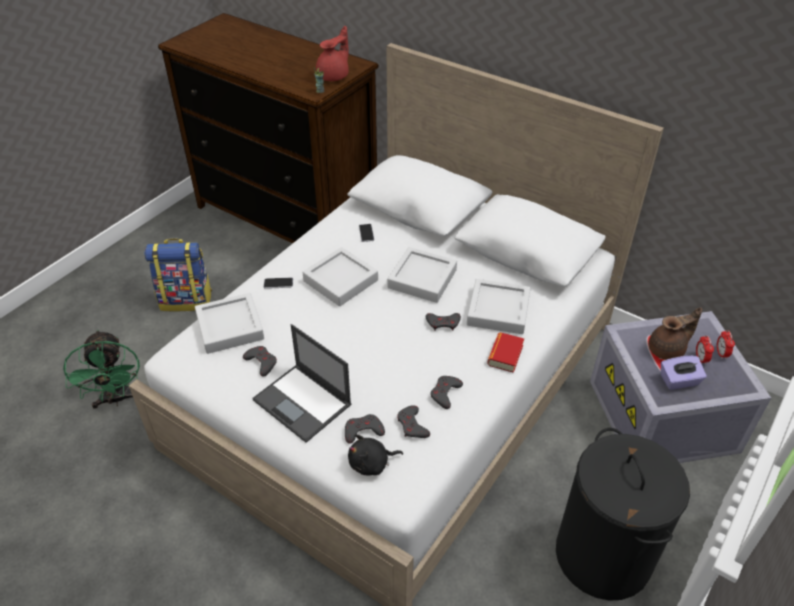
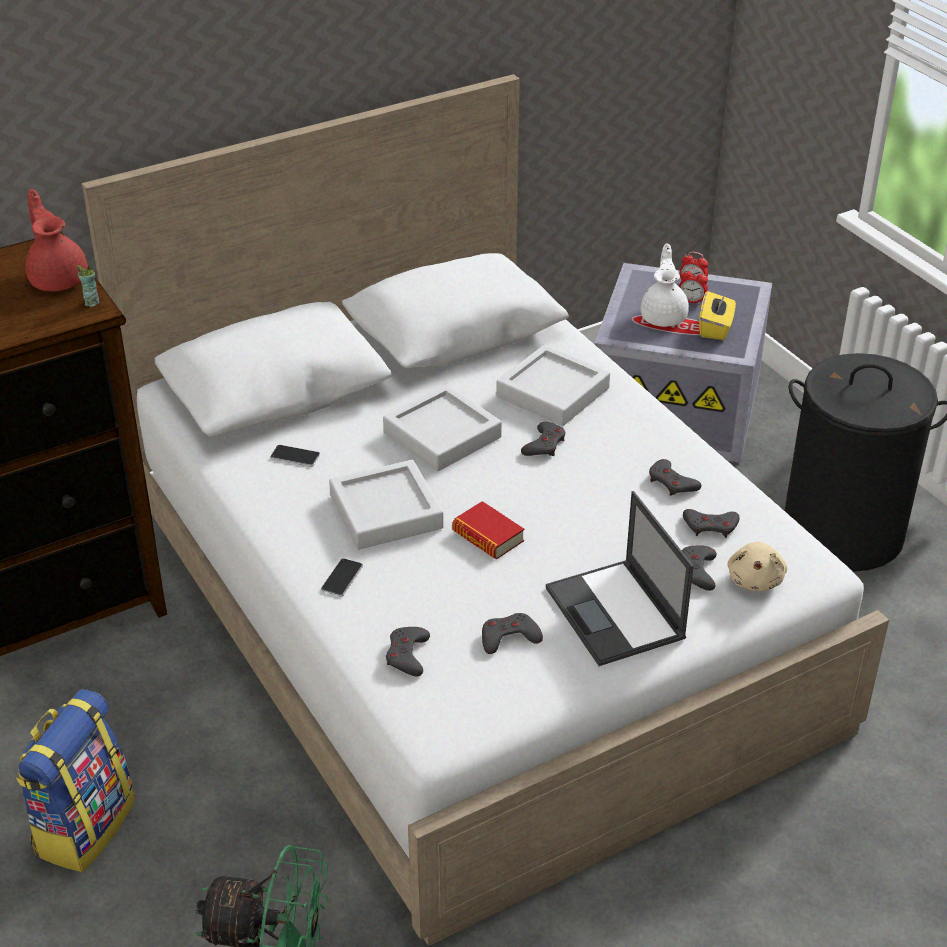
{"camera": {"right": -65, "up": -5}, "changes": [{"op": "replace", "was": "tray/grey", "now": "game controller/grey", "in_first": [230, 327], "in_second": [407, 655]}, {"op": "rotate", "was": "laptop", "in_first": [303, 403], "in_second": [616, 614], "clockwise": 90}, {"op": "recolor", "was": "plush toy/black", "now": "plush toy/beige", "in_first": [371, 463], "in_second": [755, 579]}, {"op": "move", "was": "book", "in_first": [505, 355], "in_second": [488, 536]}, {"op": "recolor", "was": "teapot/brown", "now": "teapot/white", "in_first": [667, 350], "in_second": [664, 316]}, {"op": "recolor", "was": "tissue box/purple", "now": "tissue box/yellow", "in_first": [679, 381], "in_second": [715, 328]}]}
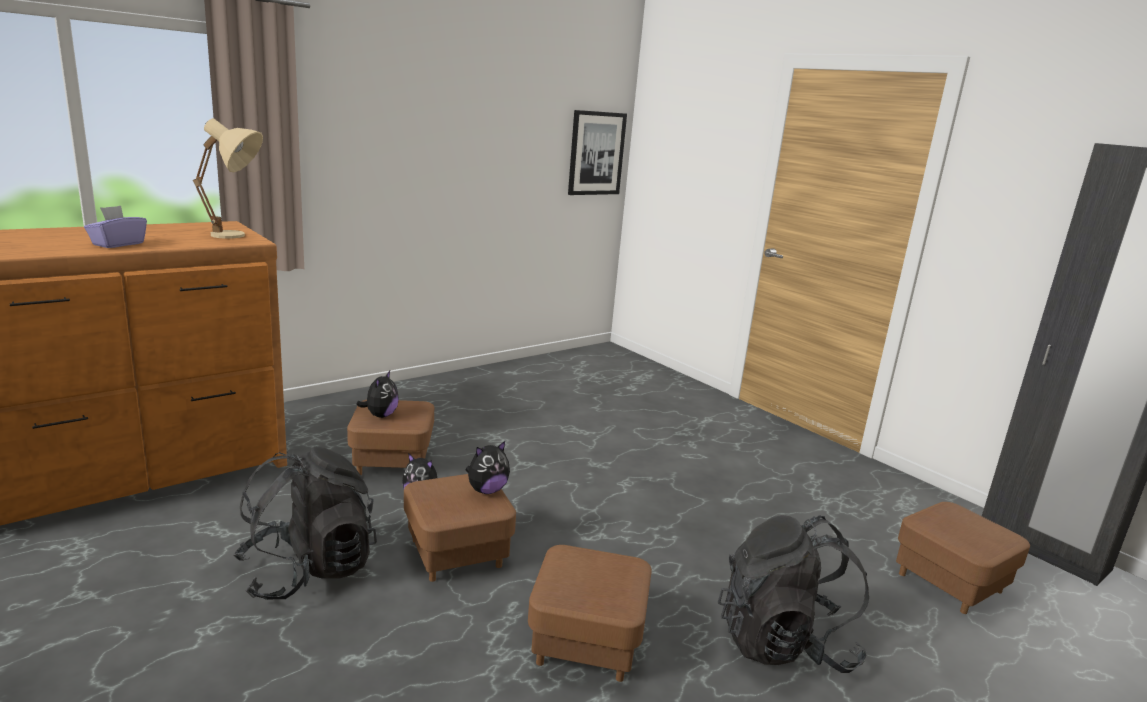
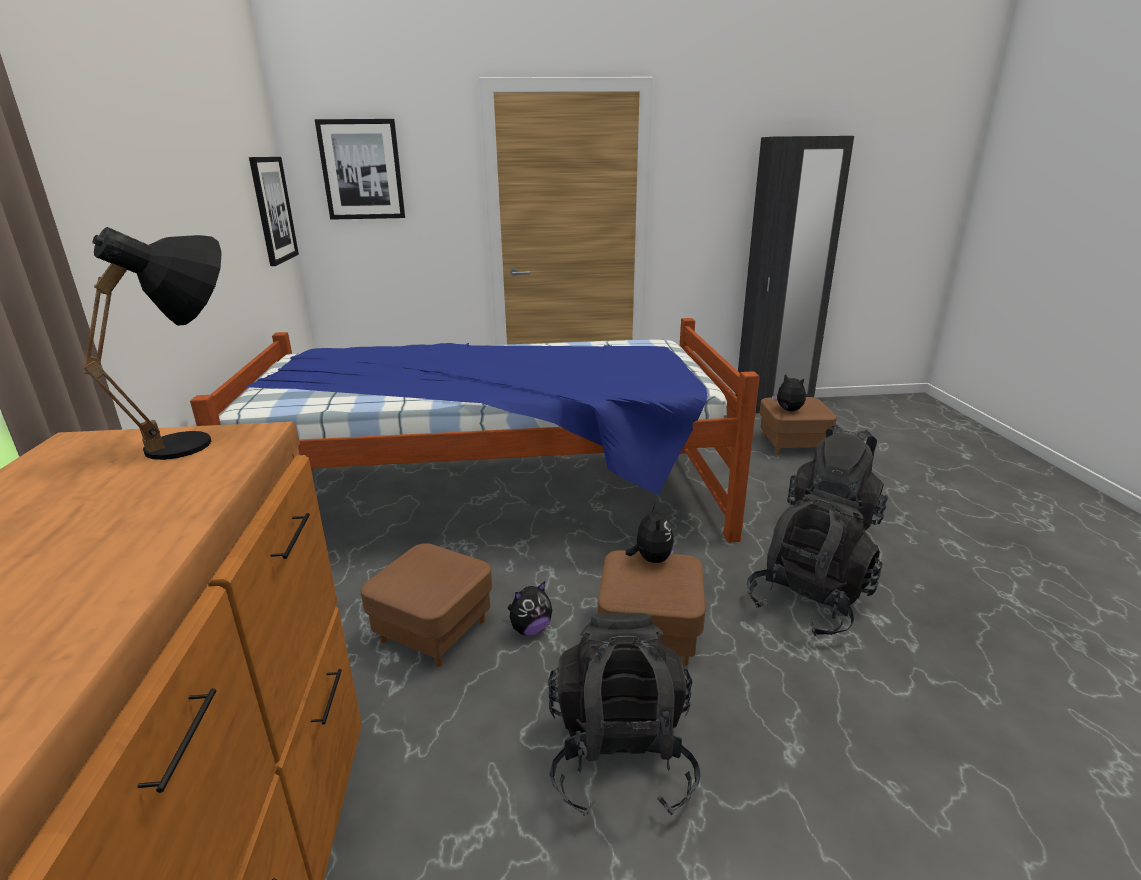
{"camera": {"right": -55, "up": 5}, "changes": [{"op": "delete", "was": "tissue box/purple", "in_first": [118, 244]}, {"op": "recolor", "was": "table lamp/beige", "now": "table lamp/black", "in_first": [237, 237], "in_second": [203, 440]}, {"op": "move", "was": "plush toy", "in_first": [380, 415], "in_second": [788, 410]}, {"op": "replace", "was": "ottoman/brown", "now": "backpack/black", "in_first": [586, 642], "in_second": [808, 602]}, {"op": "insert", "now": "bed", "in_second": [498, 503]}, {"op": "insert", "now": "picture", "in_second": [362, 170]}]}
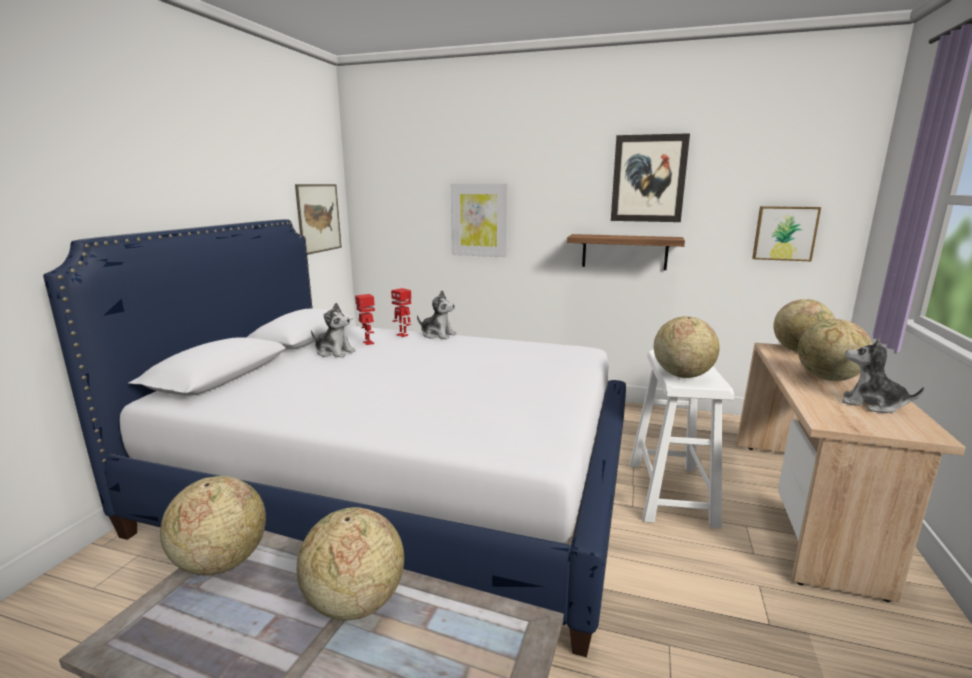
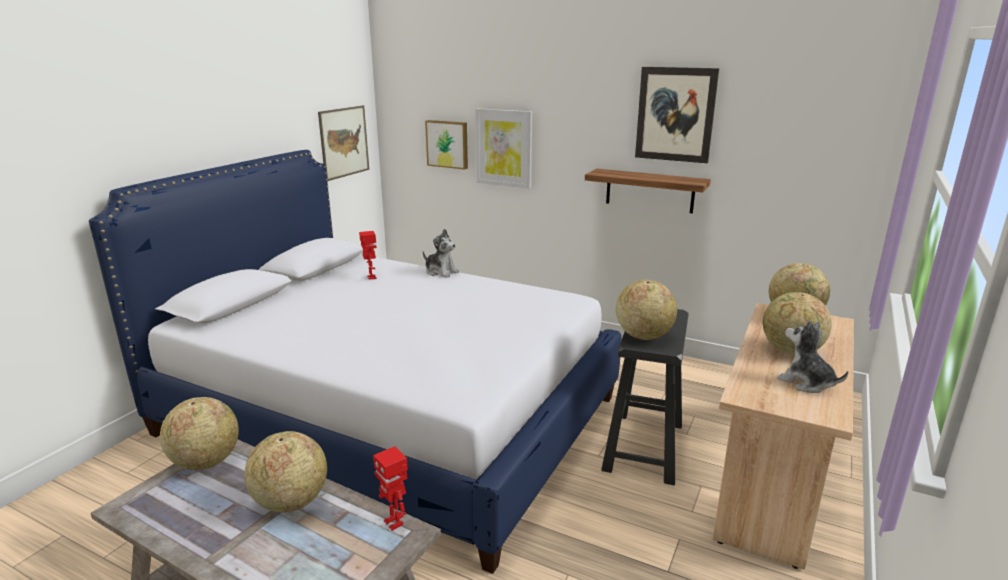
{"camera": {"right": 10, "up": 5}, "changes": [{"op": "delete", "was": "plush toy", "in_first": [334, 352]}, {"op": "move", "was": "toy robot", "in_first": [403, 335], "in_second": [394, 522]}, {"op": "recolor", "was": "stool/white", "now": "stool/black", "in_first": [670, 492], "in_second": [644, 446]}, {"op": "move", "was": "picture", "in_first": [784, 233], "in_second": [448, 144]}]}
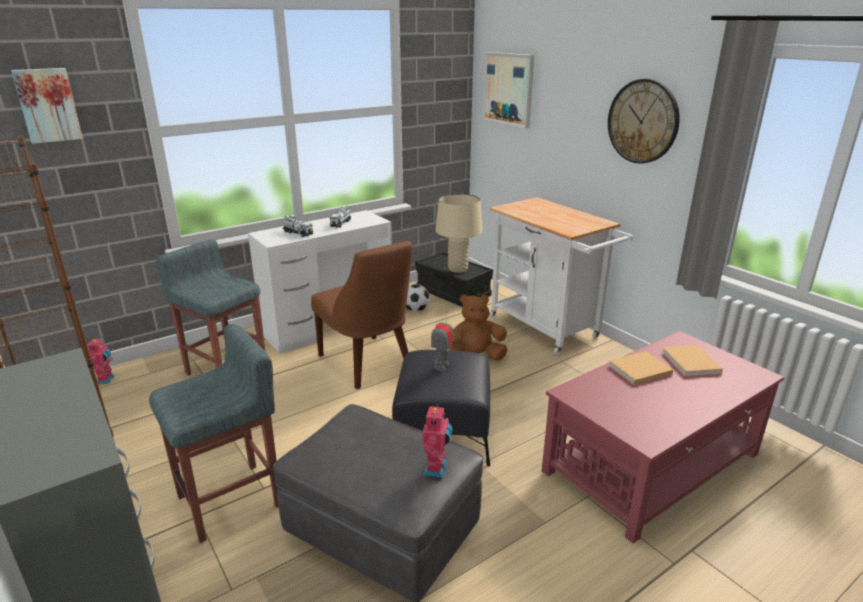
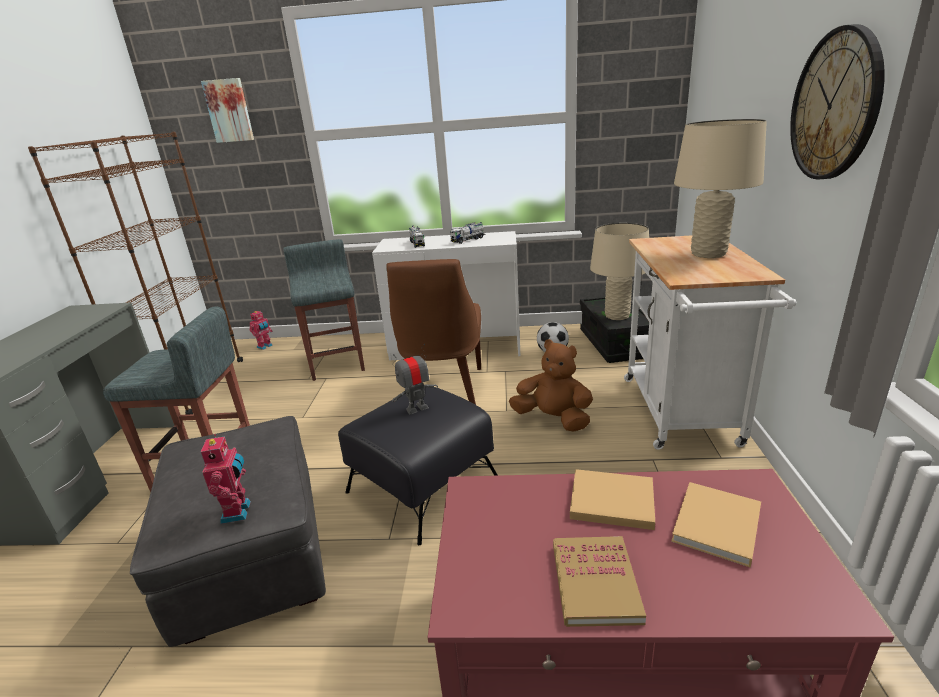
{"camera": {"right": 40, "up": 0}, "changes": [{"op": "rotate", "was": "toy robot", "in_first": [437, 469], "in_second": [238, 512], "clockwise": -60}, {"op": "delete", "was": "picture", "in_first": [508, 89]}, {"op": "insert", "now": "book", "in_second": [595, 582]}, {"op": "insert", "now": "table lamp/beige", "in_second": [708, 254]}]}
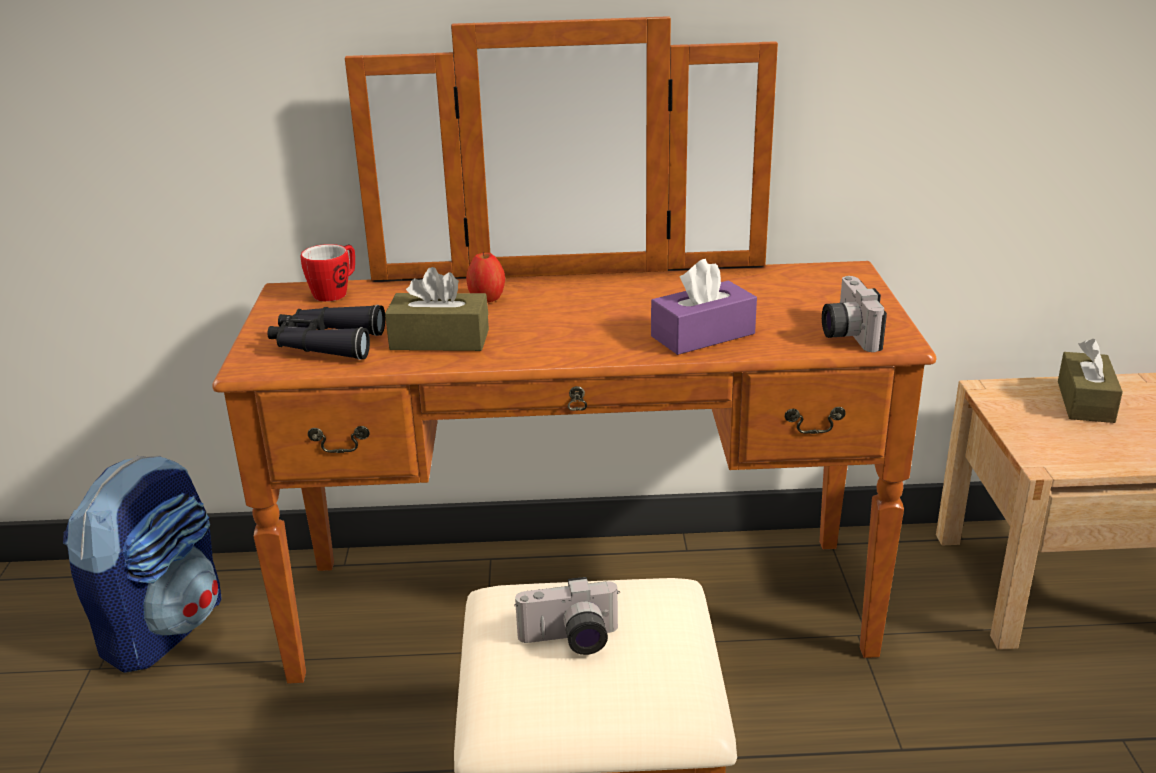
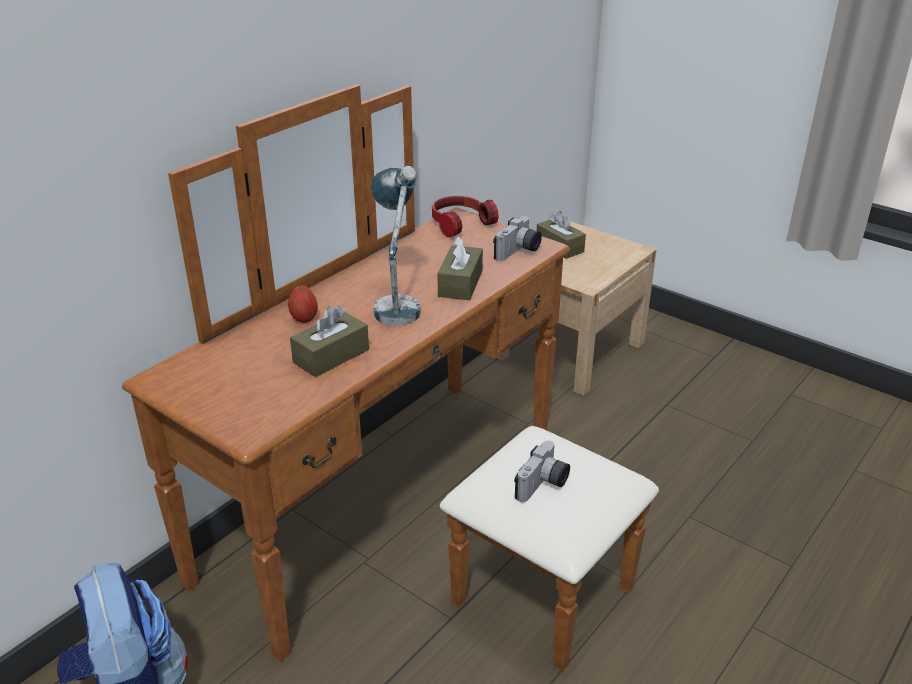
{"camera": {"right": -50, "up": 5}, "changes": [{"op": "delete", "was": "binoculars/black", "in_first": [326, 344]}, {"op": "delete", "was": "mug", "in_first": [335, 292]}, {"op": "recolor", "was": "tissue box/purple", "now": "tissue box/brown", "in_first": [703, 335], "in_second": [460, 284]}, {"op": "rotate", "was": "photo camera", "in_first": [845, 333], "in_second": [519, 252], "clockwise": -90}, {"op": "insert", "now": "table lamp", "in_second": [397, 302]}, {"op": "insert", "now": "headphones", "in_second": [459, 223]}]}
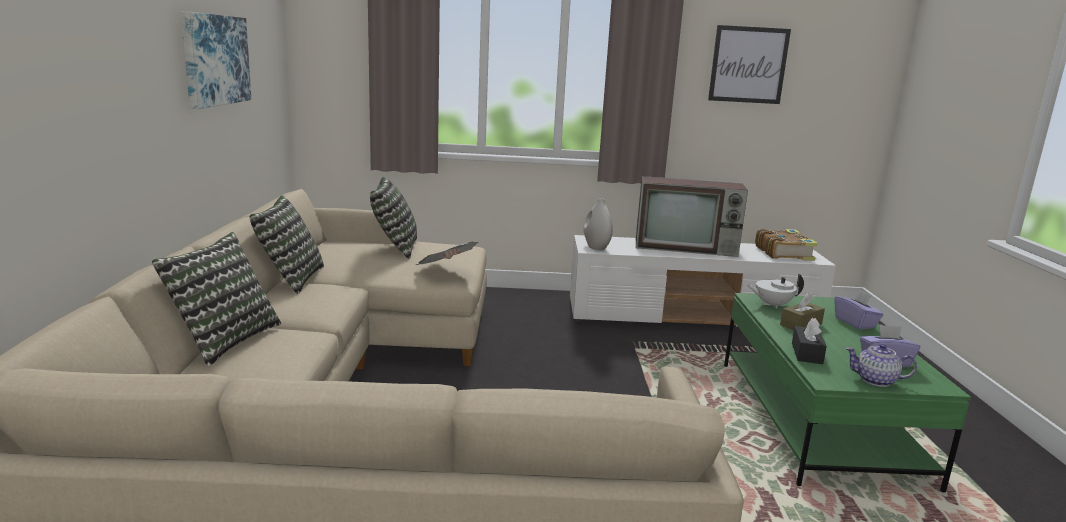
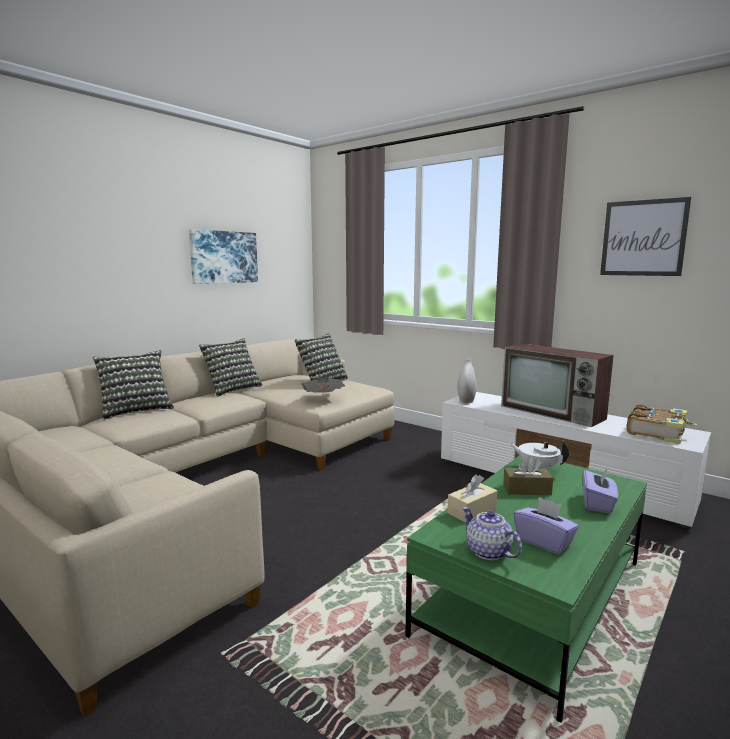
{"camera": {"right": 40, "up": -5}, "changes": [{"op": "recolor", "was": "tissue box/black", "now": "tissue box/beige", "in_first": [806, 353], "in_second": [472, 511]}]}
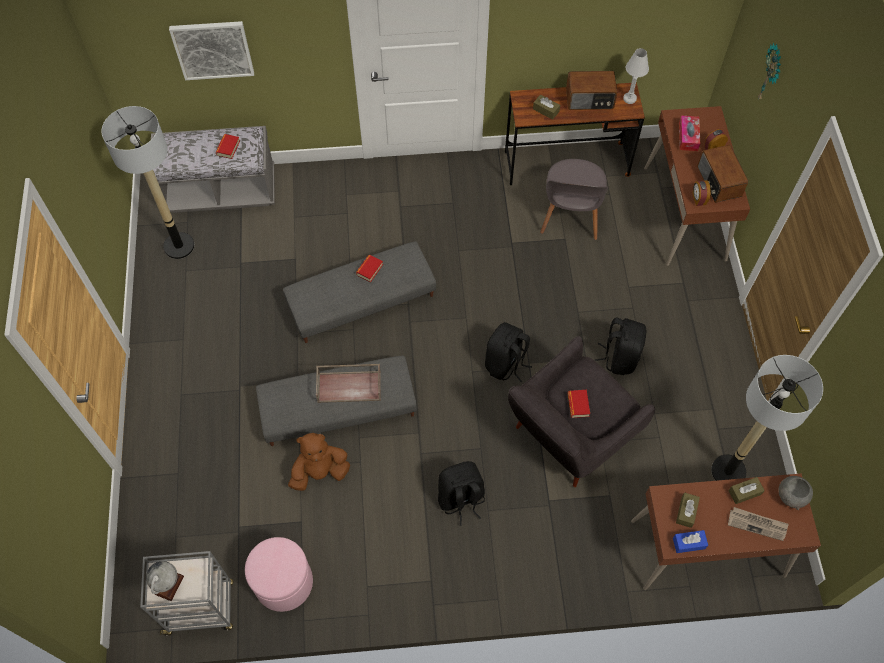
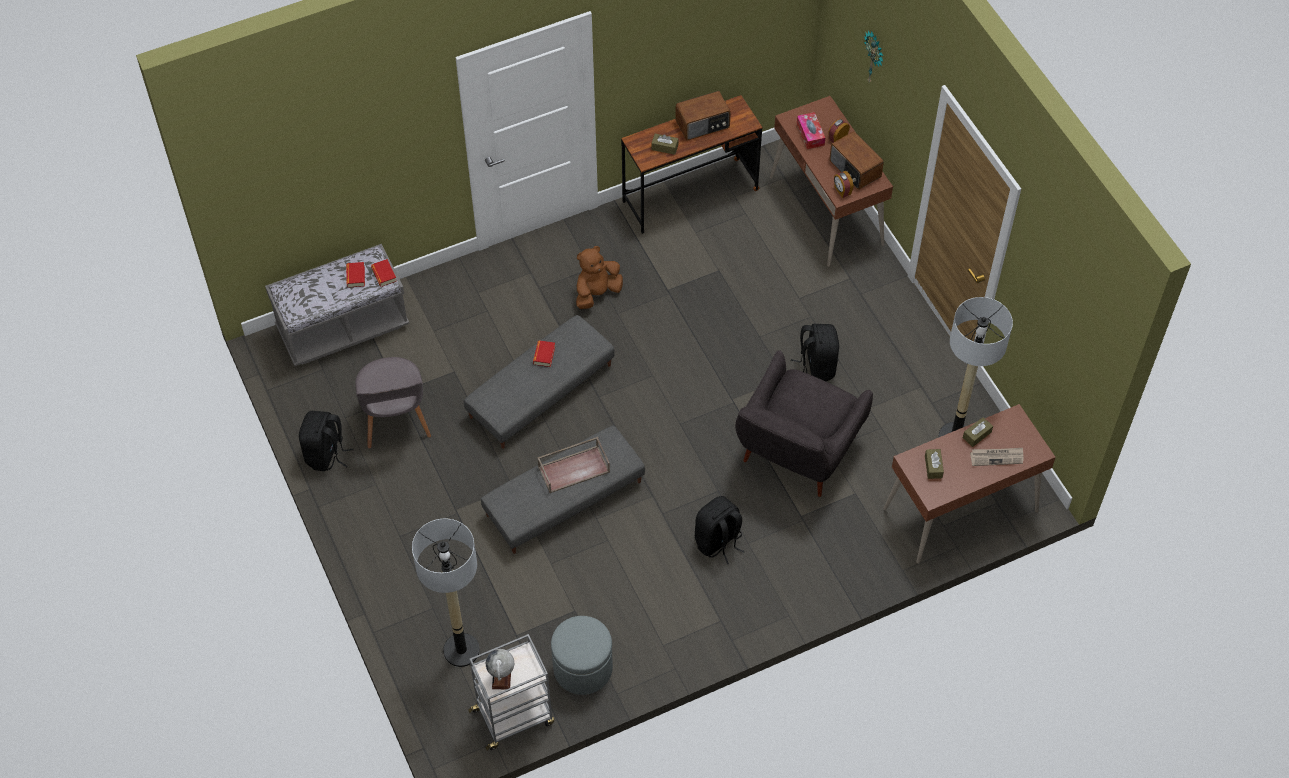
{"camera": {"right": -20, "up": -5}, "changes": [{"op": "move", "was": "floor lamp", "in_first": [179, 246], "in_second": [461, 650]}, {"op": "delete", "was": "picture", "in_first": [213, 49]}, {"op": "recolor", "was": "ottoman/pink", "now": "ottoman/grey", "in_first": [283, 582], "in_second": [583, 668]}, {"op": "move", "was": "plush toy/brown", "in_first": [320, 472], "in_second": [597, 293]}, {"op": "move", "was": "backpack/black", "in_first": [505, 364], "in_second": [326, 454]}, {"op": "move", "was": "chair/grey", "in_first": [570, 216], "in_second": [395, 419]}, {"op": "move", "was": "book", "in_first": [578, 405], "in_second": [384, 275]}, {"op": "delete", "was": "table lamp/white", "in_first": [629, 99]}, {"op": "delete", "was": "tissue box/blue", "in_first": [688, 543]}, {"op": "delete", "was": "bowl/grey", "in_first": [791, 496]}]}
